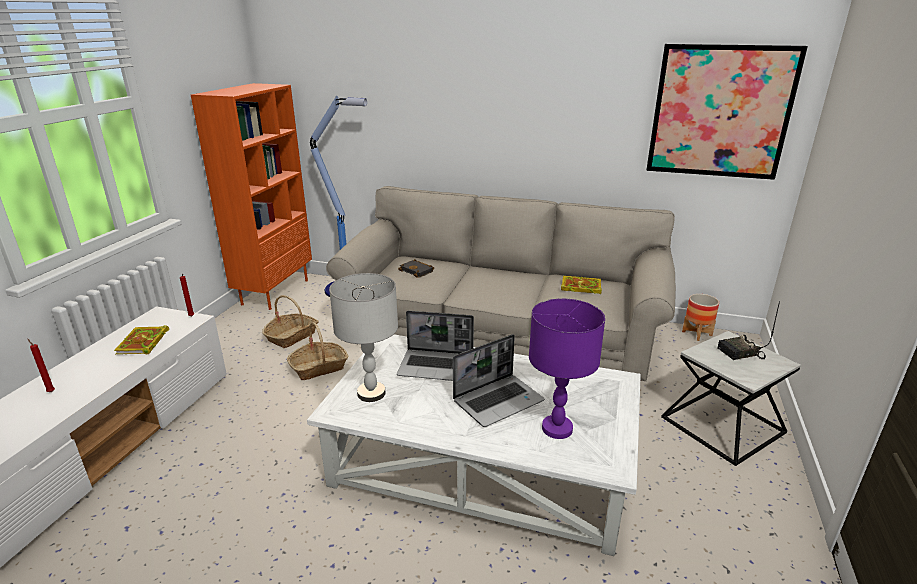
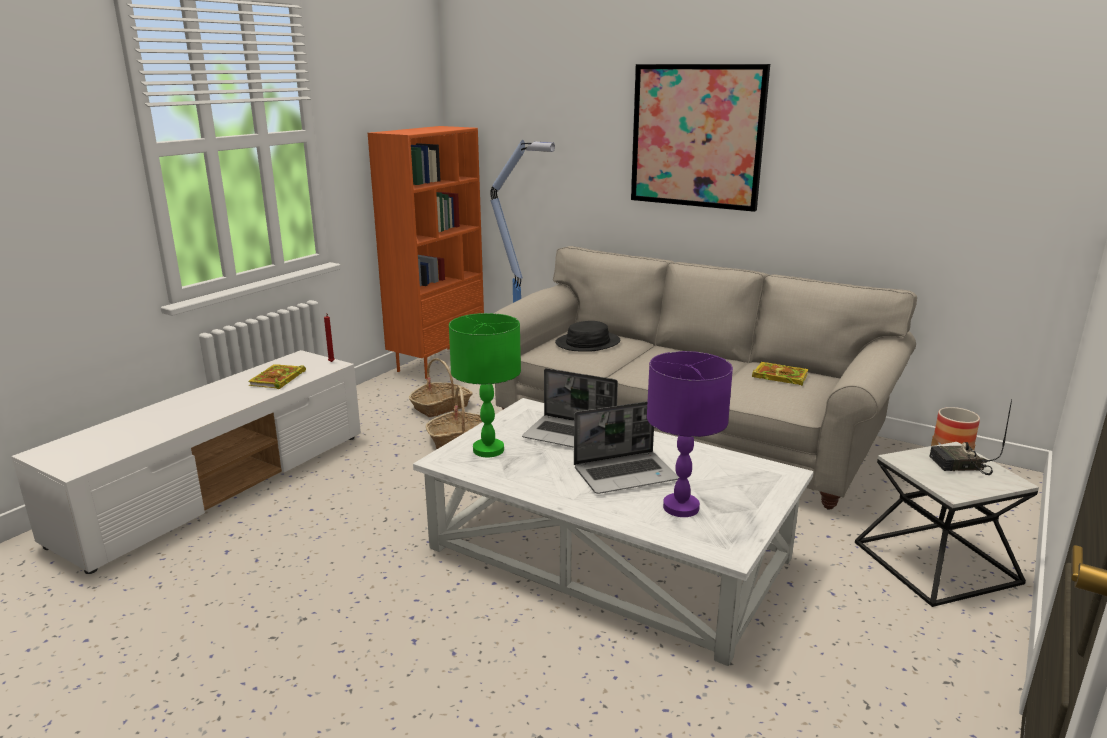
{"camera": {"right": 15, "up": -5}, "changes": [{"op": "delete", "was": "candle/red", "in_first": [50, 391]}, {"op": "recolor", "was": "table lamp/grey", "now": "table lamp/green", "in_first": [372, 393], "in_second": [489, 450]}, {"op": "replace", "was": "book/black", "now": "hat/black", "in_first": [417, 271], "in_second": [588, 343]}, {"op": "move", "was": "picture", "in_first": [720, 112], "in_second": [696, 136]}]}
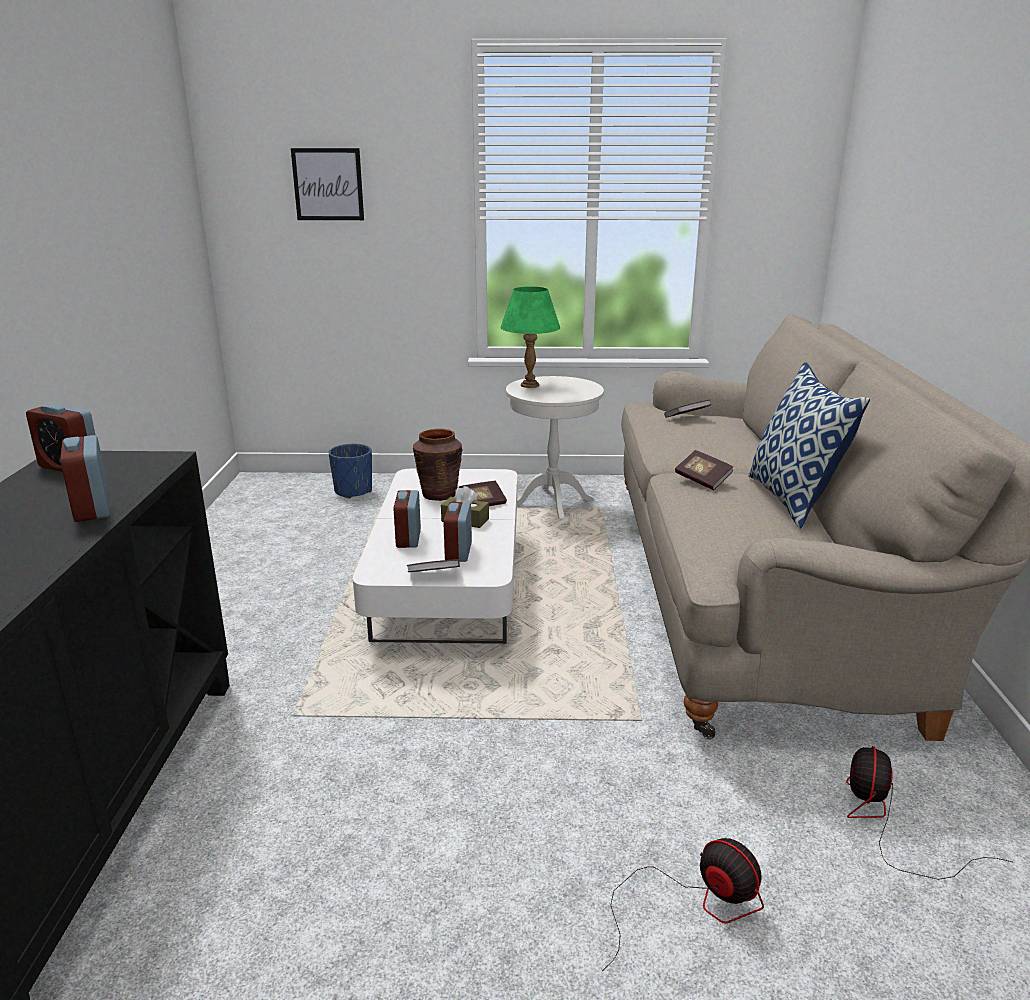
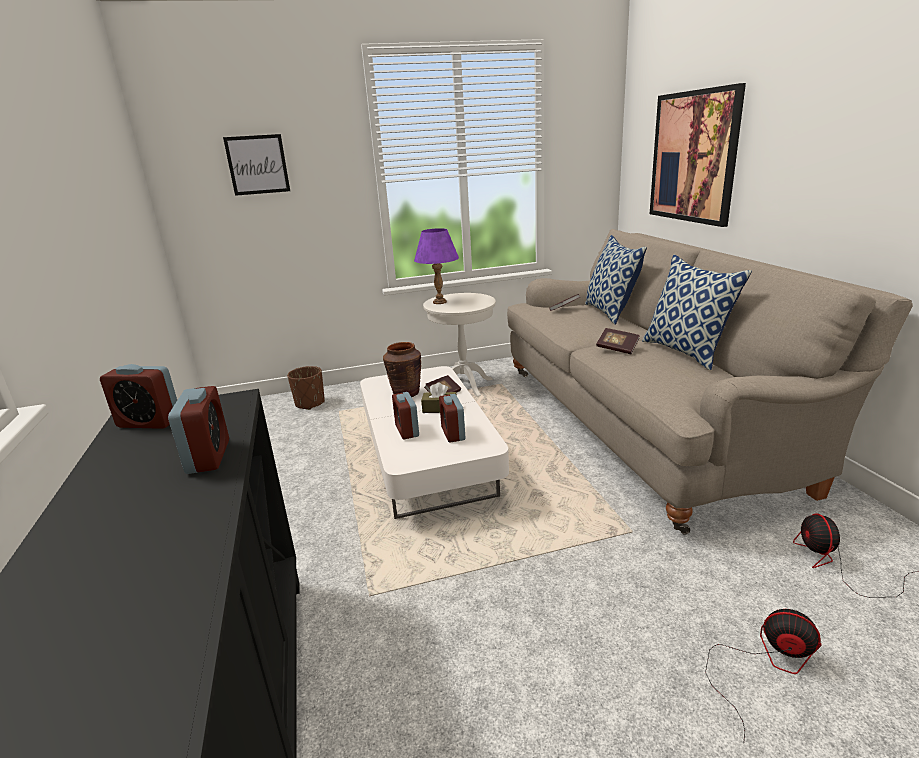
{"camera": {"right": -15, "up": 0}, "changes": [{"op": "rotate", "was": "alarm clock", "in_first": [92, 508], "in_second": [208, 457], "clockwise": -150}, {"op": "recolor", "was": "planter/blue", "now": "planter/brown", "in_first": [353, 491], "in_second": [310, 403]}, {"op": "delete", "was": "book", "in_first": [434, 576]}, {"op": "recolor", "was": "table lamp/green", "now": "table lamp/purple", "in_first": [530, 385], "in_second": [439, 302]}, {"op": "insert", "now": "pillow", "in_second": [611, 312]}, {"op": "insert", "now": "picture", "in_second": [693, 157]}]}
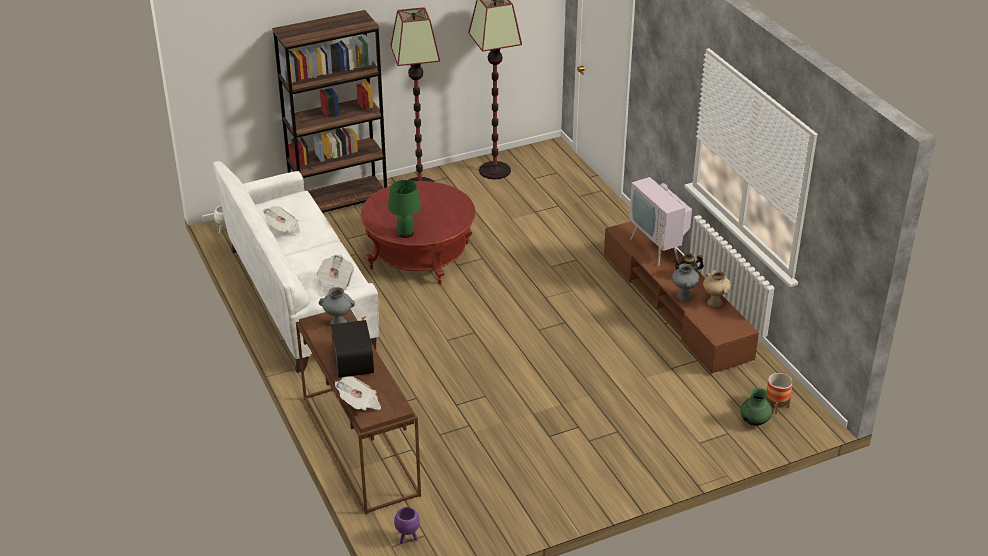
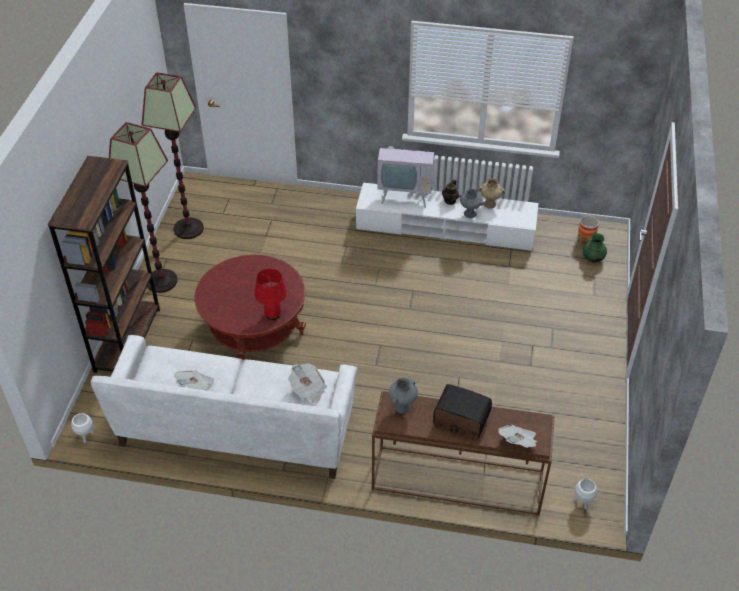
{"camera": {"right": -55, "up": 10}, "changes": [{"op": "recolor", "was": "table lamp/green", "now": "table lamp/red", "in_first": [405, 233], "in_second": [273, 315]}, {"op": "recolor", "was": "planter/purple", "now": "planter/white", "in_first": [408, 538], "in_second": [583, 502]}, {"op": "recolor", "was": "tv stand/brown", "now": "tv stand/white", "in_first": [675, 306], "in_second": [446, 227]}]}
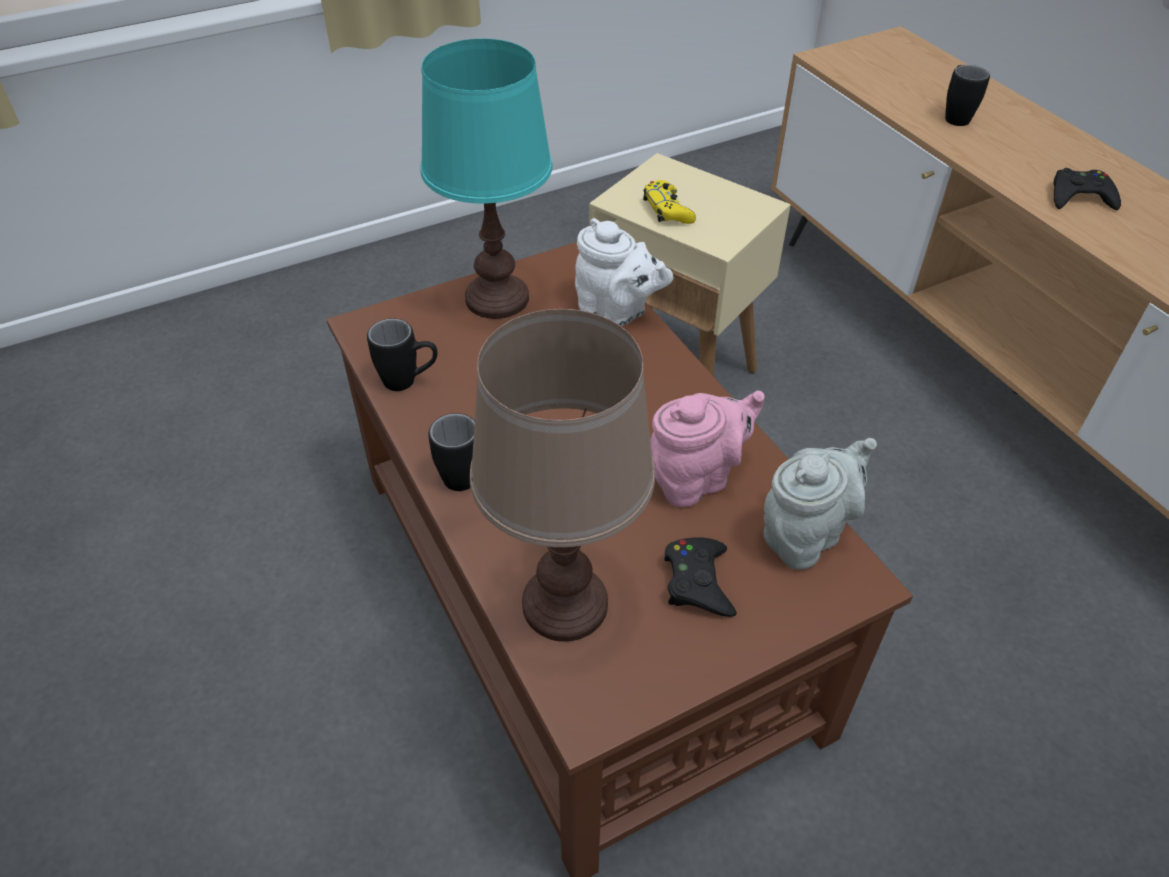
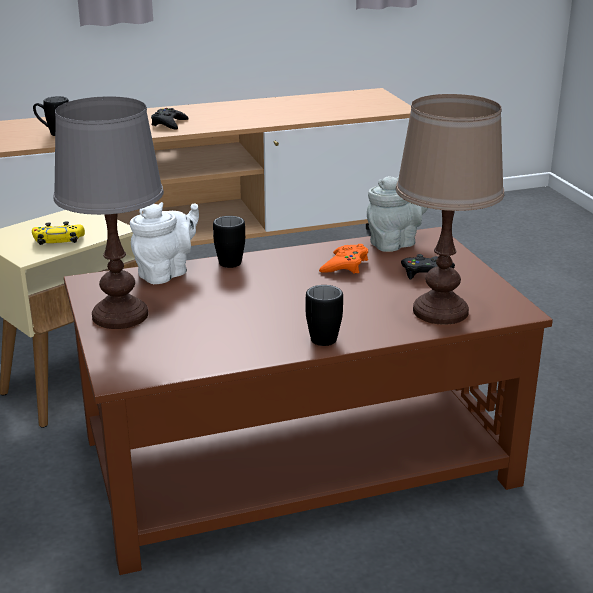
{"camera": {"right": -80, "up": -20}, "changes": [{"op": "move", "was": "mug/black", "in_first": [409, 382], "in_second": [233, 260]}, {"op": "recolor", "was": "table lamp/turquoise", "now": "table lamp/grey", "in_first": [498, 298], "in_second": [120, 315]}, {"op": "replace", "was": "teapot/pink", "now": "game controller/orange", "in_first": [696, 478], "in_second": [345, 265]}, {"op": "rotate", "was": "teapot/grey", "in_first": [806, 534], "in_second": [396, 243], "clockwise": 90}]}
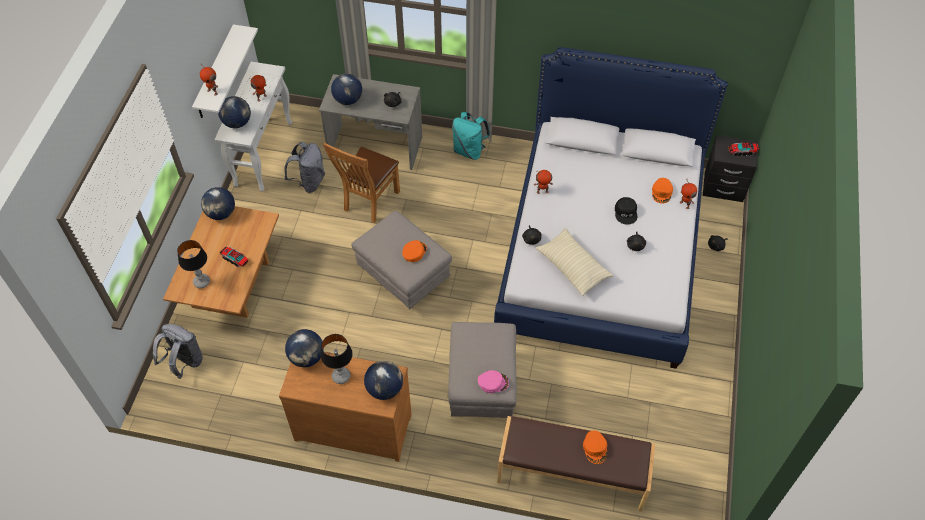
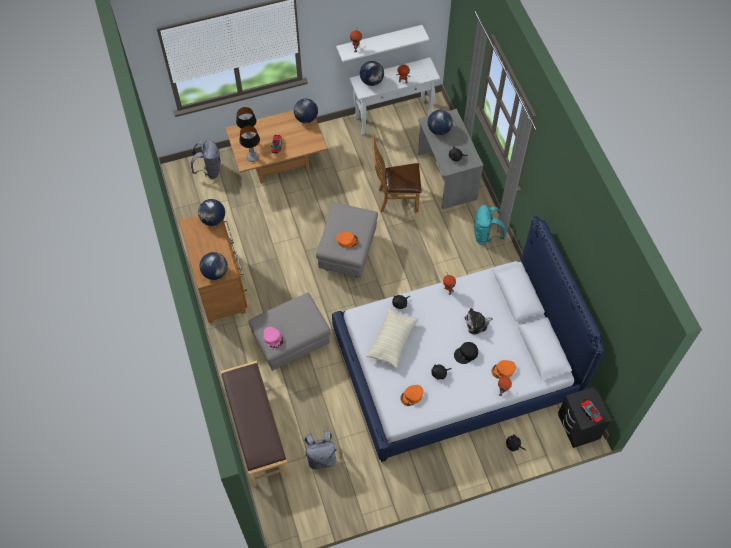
{"camera": {"right": 60, "up": 5}, "changes": [{"op": "move", "was": "backpack/grey", "in_first": [309, 182], "in_second": [321, 457]}, {"op": "move", "was": "table lamp", "in_first": [341, 376], "in_second": [252, 157]}, {"op": "move", "was": "cap/orange", "in_first": [595, 448], "in_second": [412, 396]}, {"op": "insert", "now": "plush toy", "in_second": [477, 323]}]}
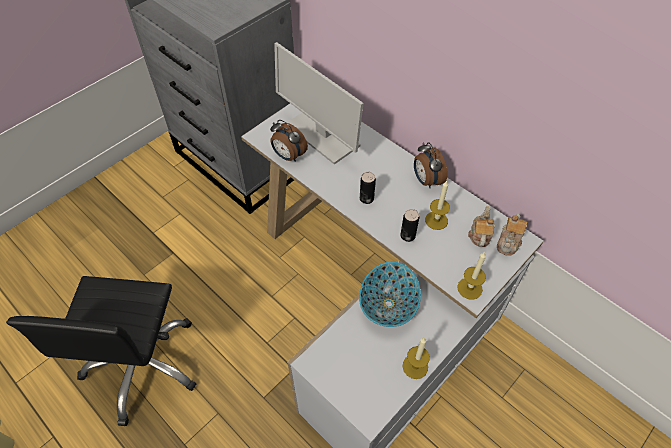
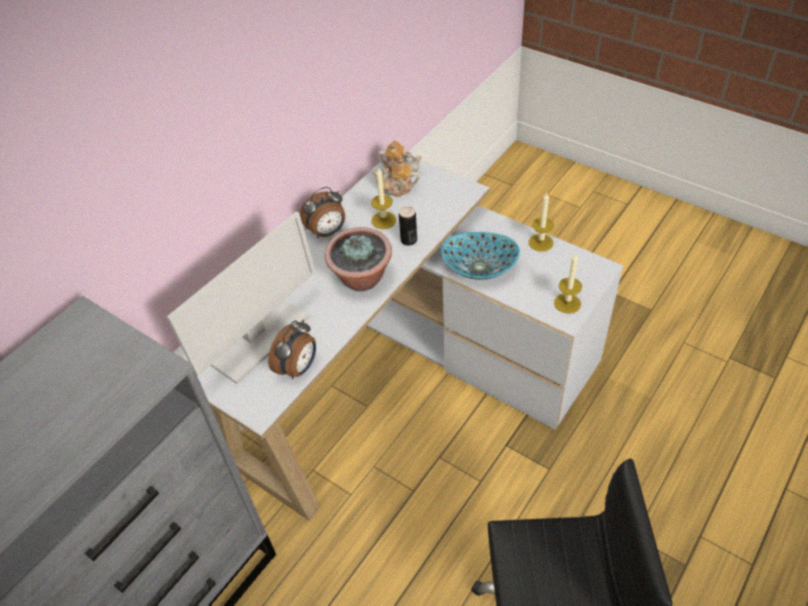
{"camera": {"right": -95, "up": -5}, "changes": [{"op": "replace", "was": "can", "now": "potted plant", "in_first": [366, 198], "in_second": [362, 279]}, {"op": "move", "was": "candle", "in_first": [469, 288], "in_second": [567, 303]}]}
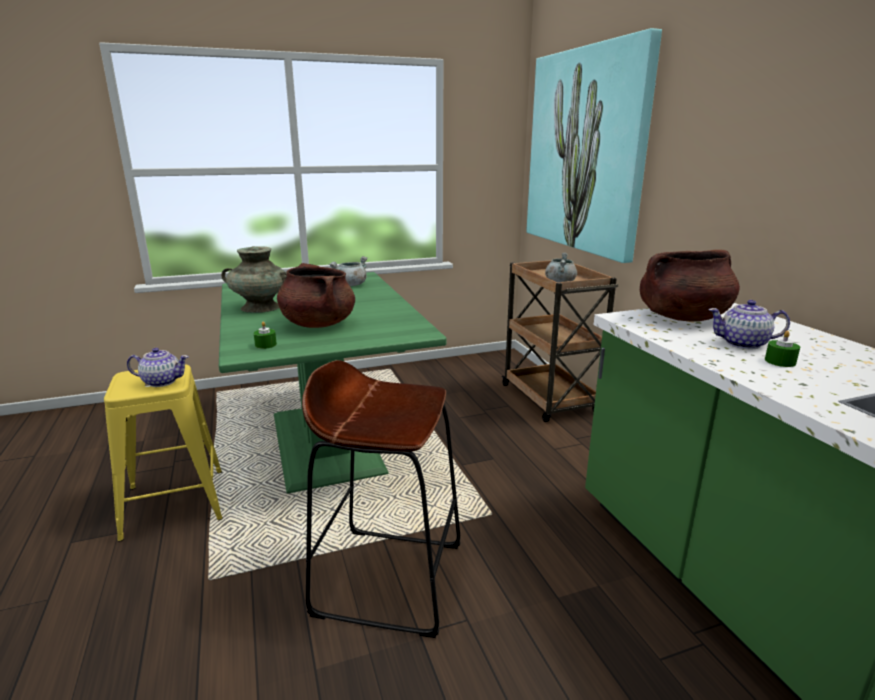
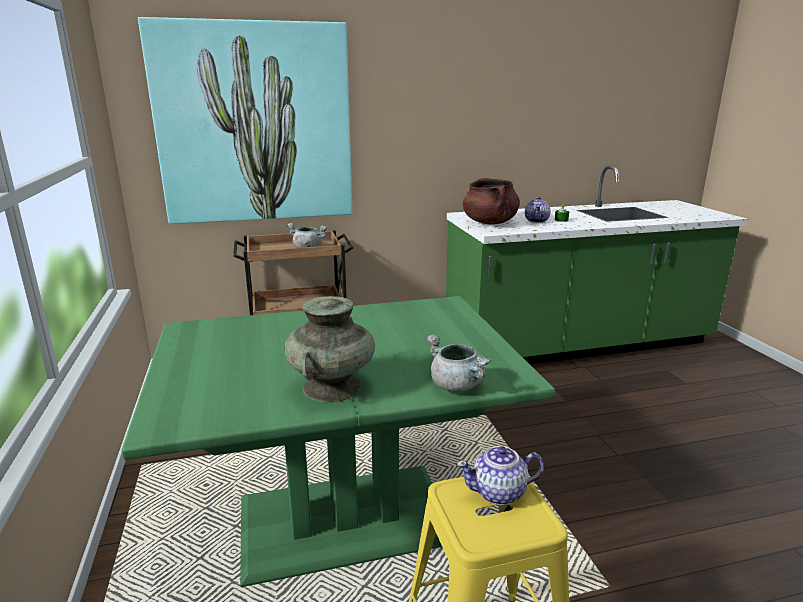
{"camera": {"right": -85, "up": 0}, "changes": [{"op": "rotate", "was": "teapot", "in_first": [161, 381], "in_second": [499, 493], "clockwise": -105}, {"op": "delete", "was": "candle/green", "in_first": [265, 345]}, {"op": "delete", "was": "cooking pot/brown", "in_first": [318, 324]}, {"op": "delete", "was": "stool/brown", "in_first": [389, 578]}, {"op": "move", "was": "cooking pot/grey", "in_first": [351, 285], "in_second": [457, 385]}]}
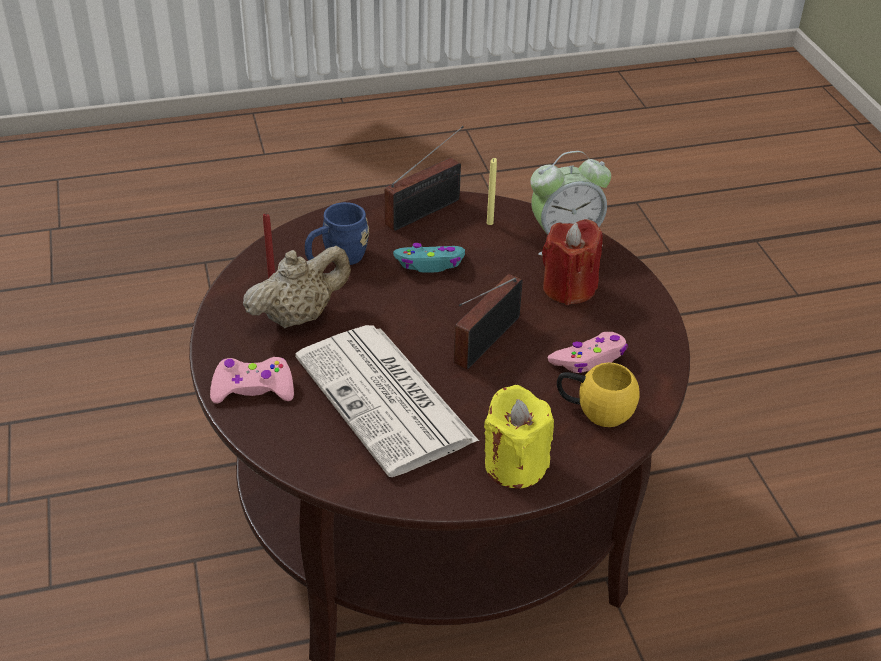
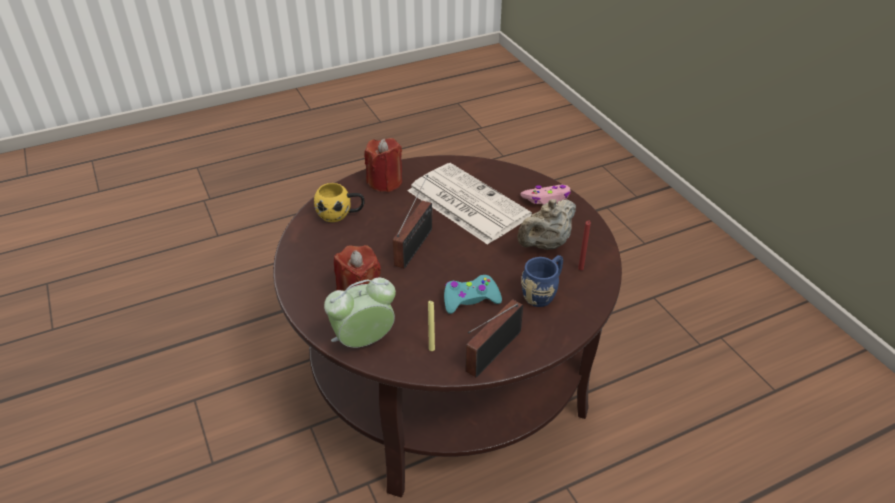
{"camera": {"right": 170, "up": 0}, "changes": [{"op": "recolor", "was": "candle/yellow", "now": "candle/red", "in_first": [515, 465], "in_second": [385, 182]}, {"op": "delete", "was": "game controller/pink", "in_first": [589, 359]}]}
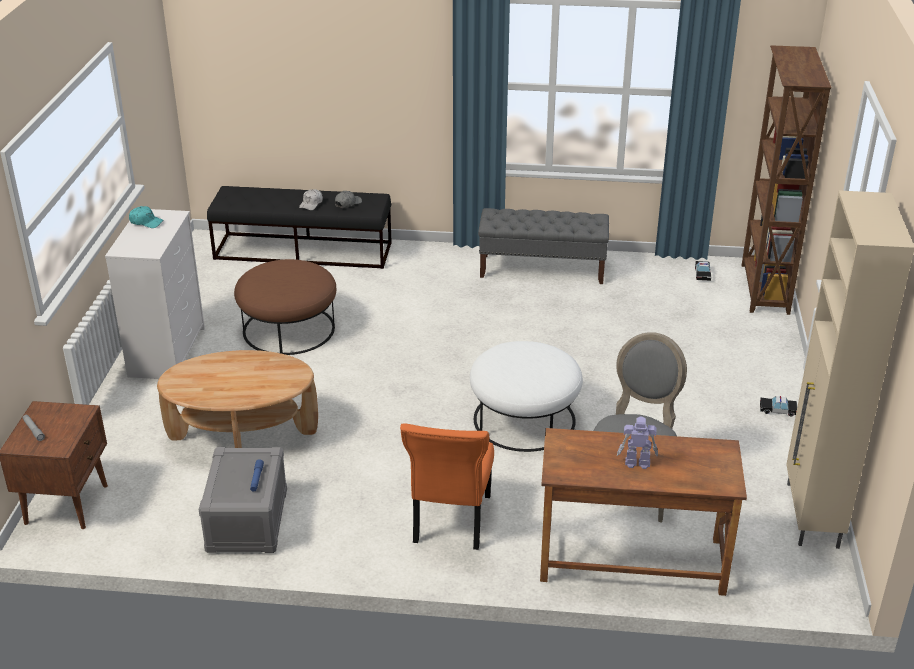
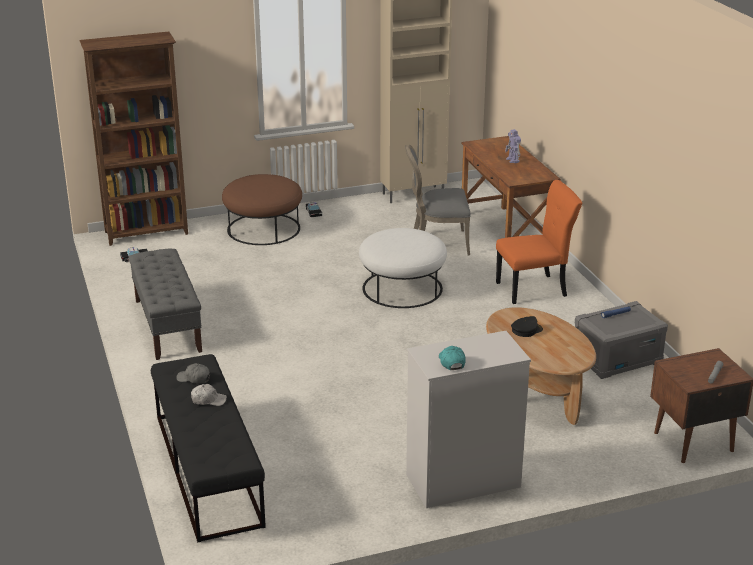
{"camera": {"right": -115, "up": -5}, "changes": [{"op": "move", "was": "ottoman/brown", "in_first": [289, 329], "in_second": [263, 228]}, {"op": "insert", "now": "cap/black", "in_second": [526, 330]}]}
